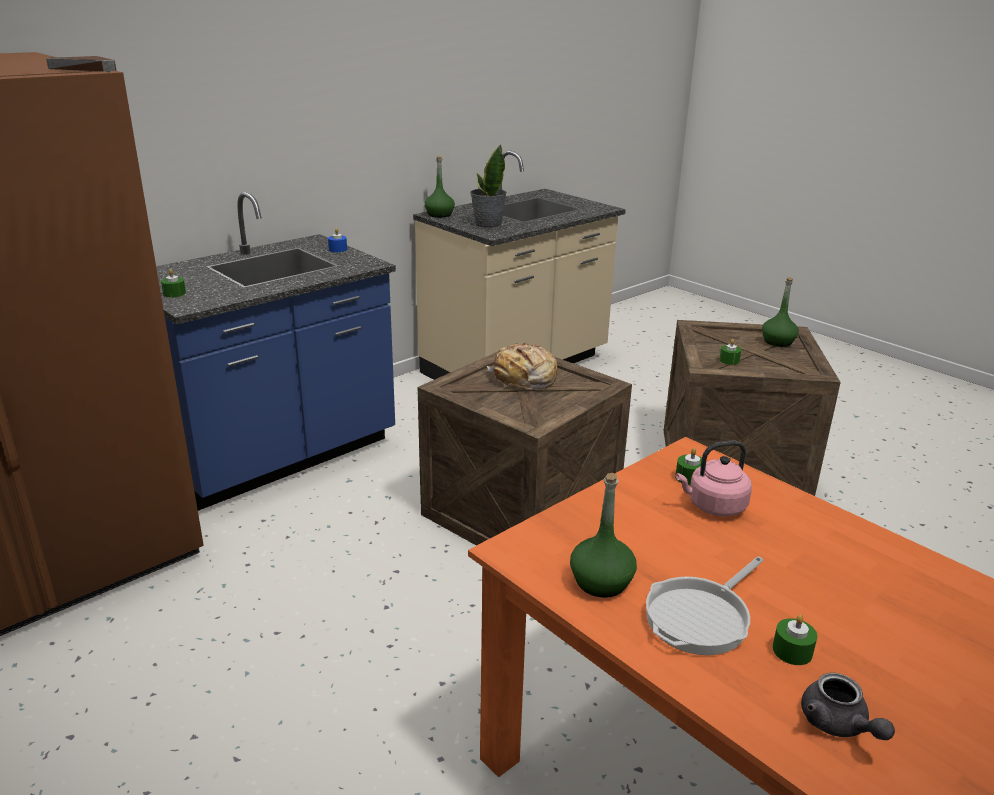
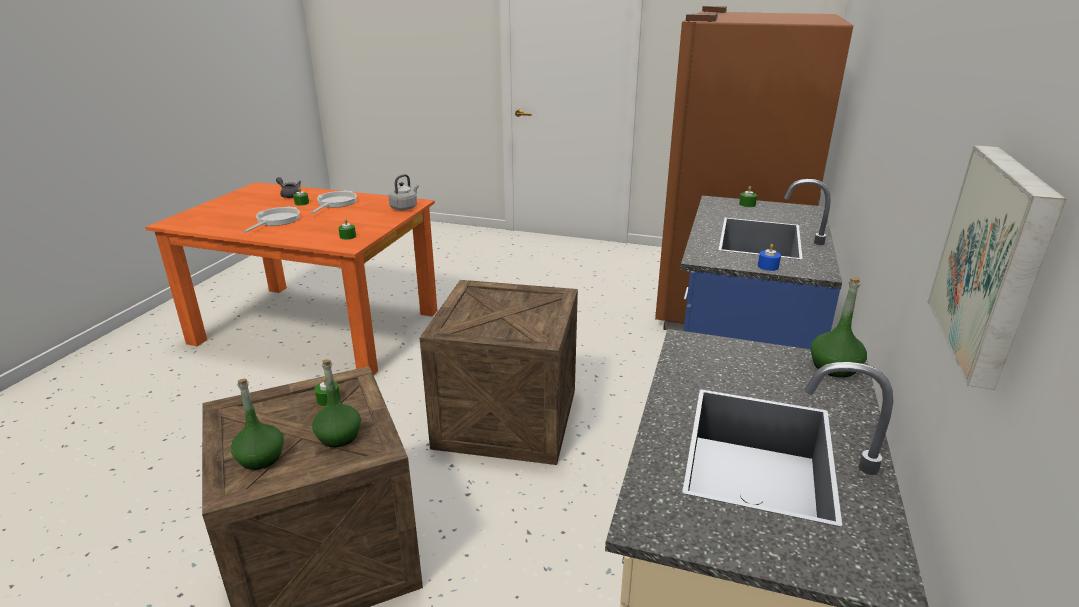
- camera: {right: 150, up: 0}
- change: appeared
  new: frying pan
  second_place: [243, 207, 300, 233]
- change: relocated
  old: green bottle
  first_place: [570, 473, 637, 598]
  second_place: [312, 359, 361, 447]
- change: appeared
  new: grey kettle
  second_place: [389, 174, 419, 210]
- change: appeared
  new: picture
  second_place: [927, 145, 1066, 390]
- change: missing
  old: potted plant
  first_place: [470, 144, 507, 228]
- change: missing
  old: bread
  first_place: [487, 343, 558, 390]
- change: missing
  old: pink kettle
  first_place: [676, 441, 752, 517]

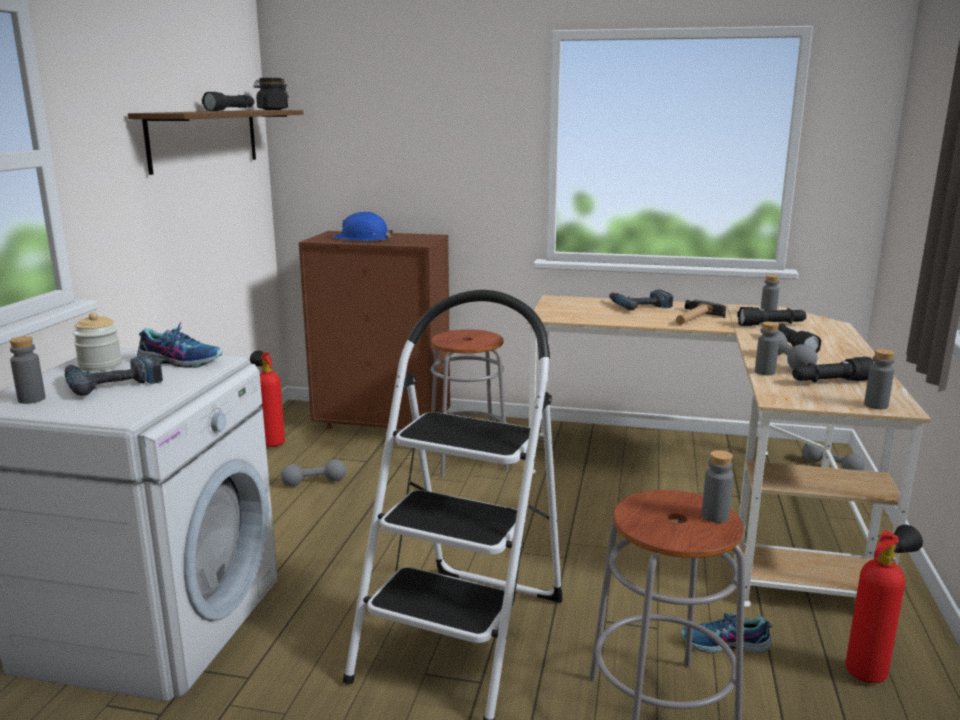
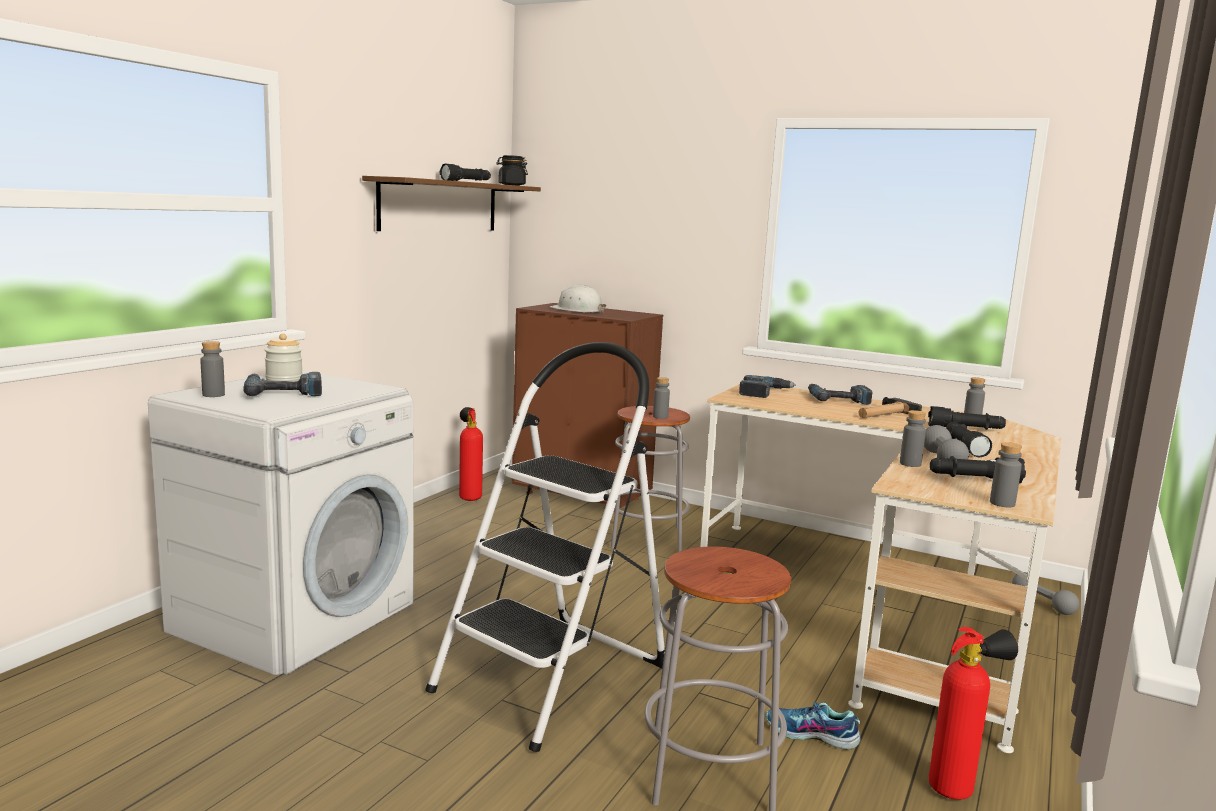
- camera: {right: 15, up: -5}
- change: colour
  old: blue hard hat
  new: white hard hat
  first_place: [333, 212, 393, 241]
  second_place: [550, 285, 606, 313]
- change: relocated
  old: grey bottle
  first_place: [702, 450, 733, 523]
  second_place: [653, 377, 670, 419]
- change: appeared
  new: power drill
  second_place: [739, 375, 796, 398]
- change: missing
  old: shoe
  first_place: [137, 321, 222, 368]
- change: missing
  old: grey dumbbell
  first_place: [281, 459, 346, 487]

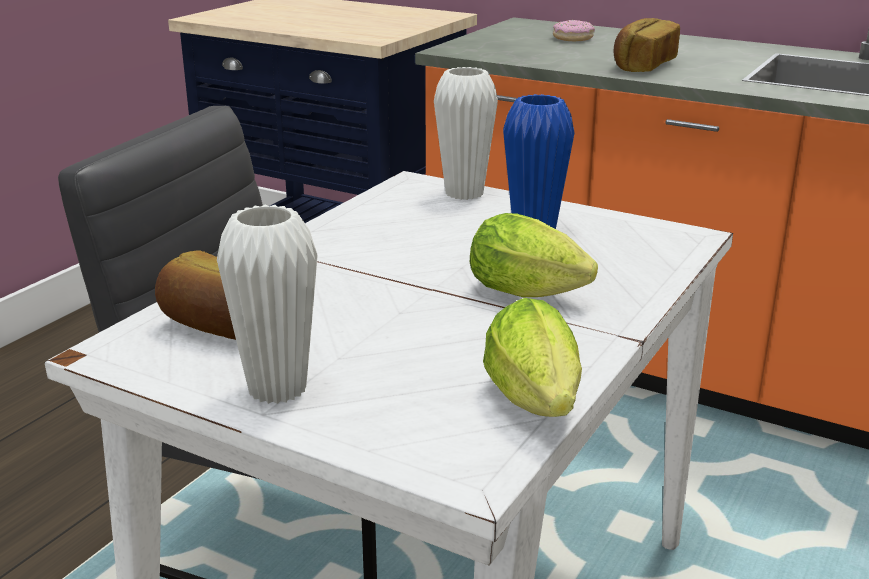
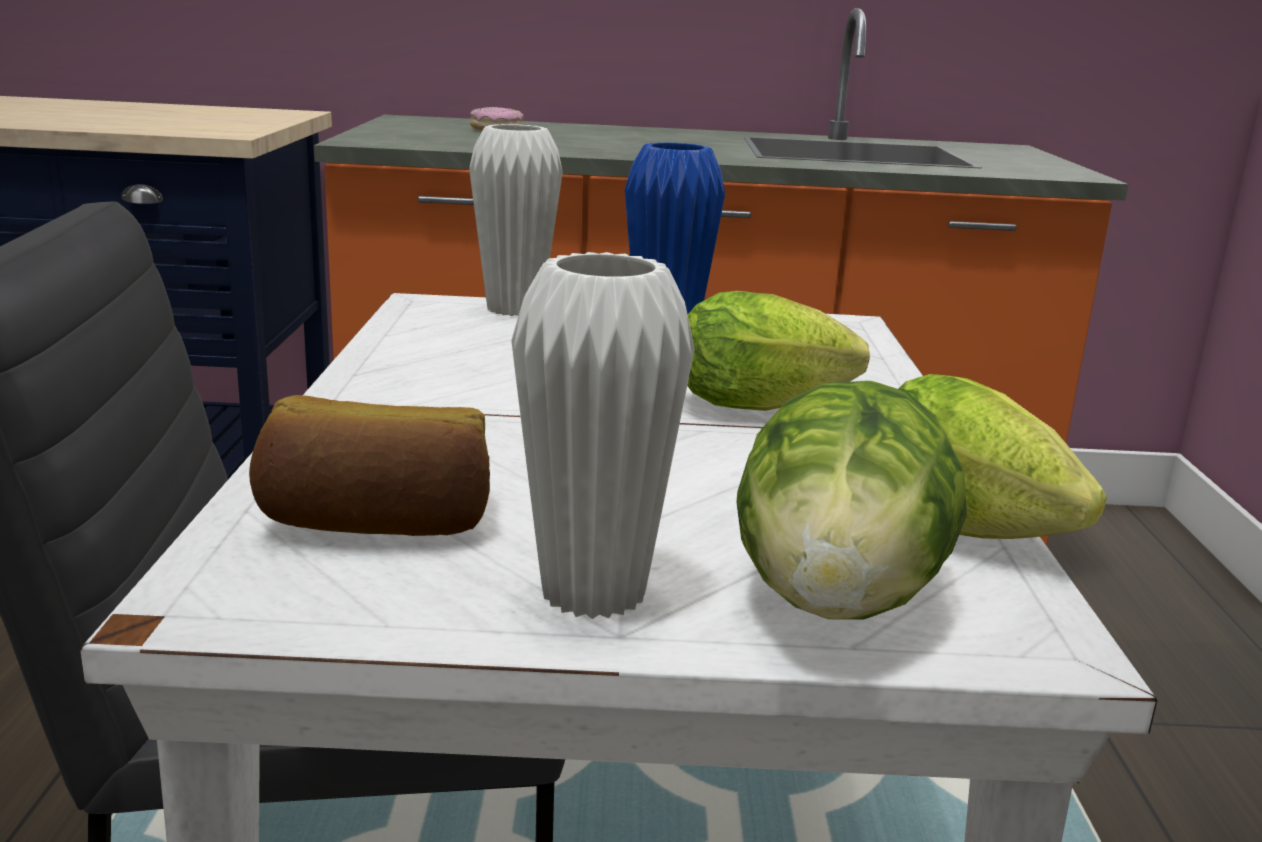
- camera: {right: -30, up: -5}
- change: appeared
  new: lettuce
  second_place: [737, 381, 967, 620]
- change: missing
  old: bread
  first_place: [613, 18, 680, 72]

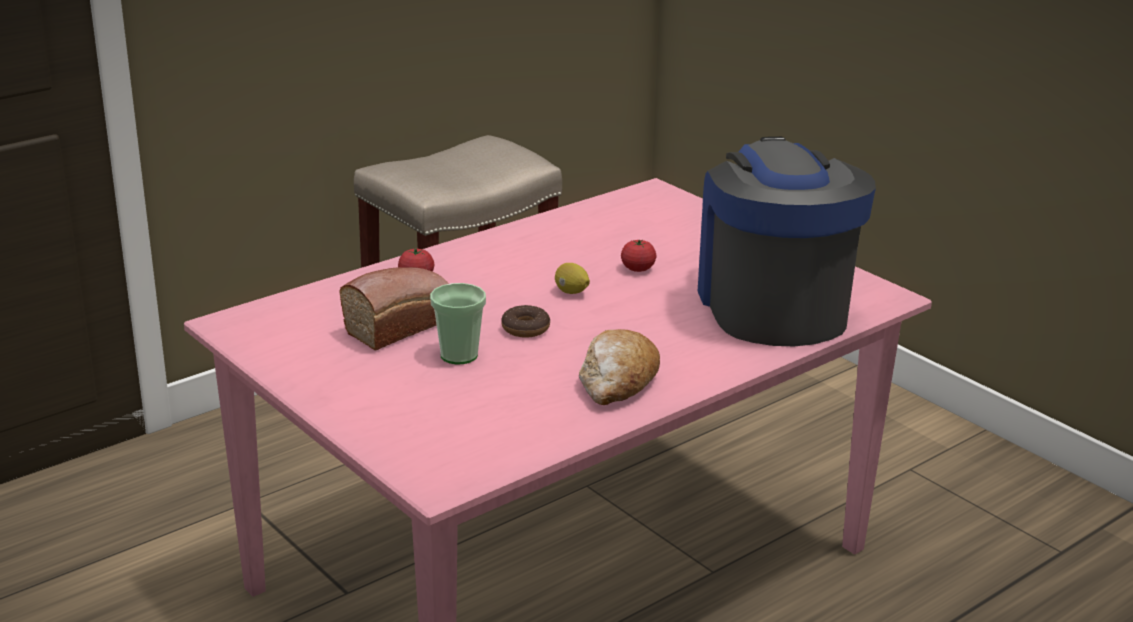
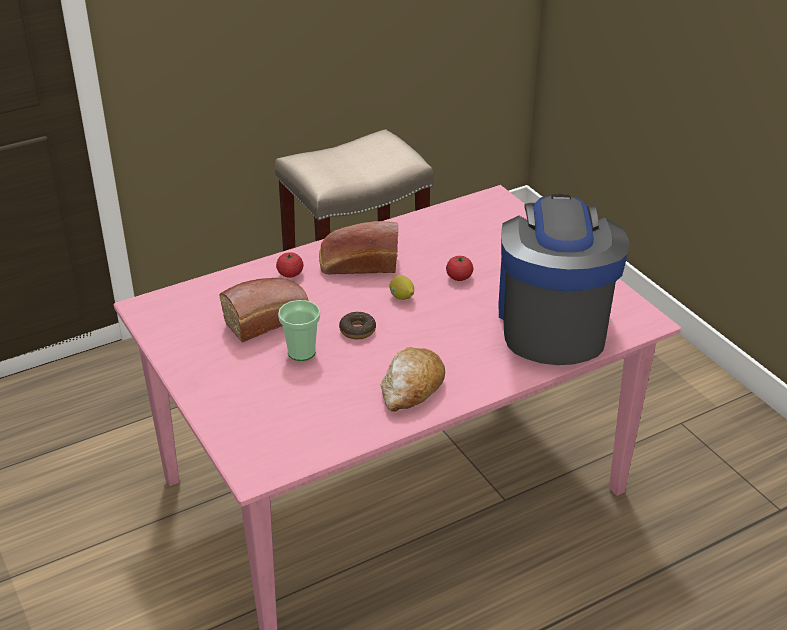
- camera: {right: 10, up: 10}
- change: appeared
  new: bread
  second_place: [319, 221, 398, 274]

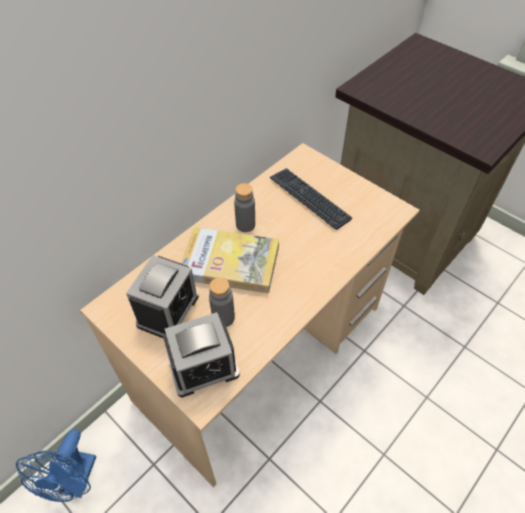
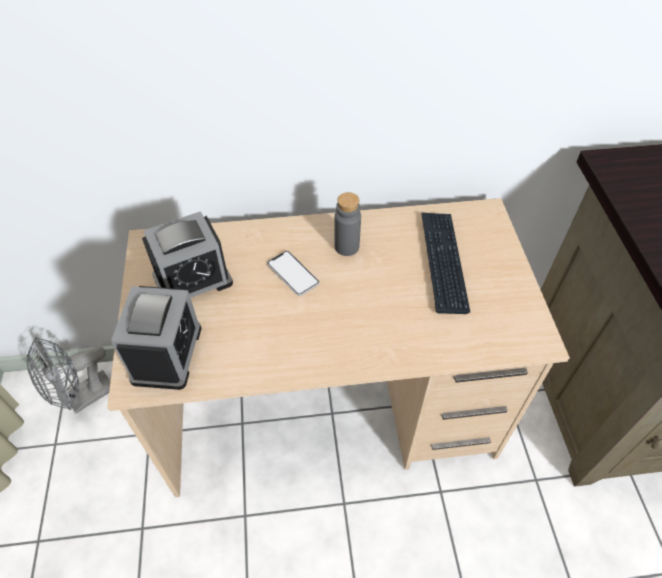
- camera: {right: 40, up: 0}
- change: colour
  old: blue fan
  new: grey fan
  first_place: [16, 429, 96, 502]
  second_place: [27, 337, 110, 413]
- change: spun
  old: alarm clock
  first_place: [163, 312, 240, 398]
  second_place: [111, 286, 201, 390]
  degrees: -105
- change: exchanged
  old: book
  new: phone
  first_place: [181, 227, 279, 293]
  second_place: [267, 251, 319, 296]
- change: missing
  old: grey bottle
  first_place: [209, 277, 235, 327]

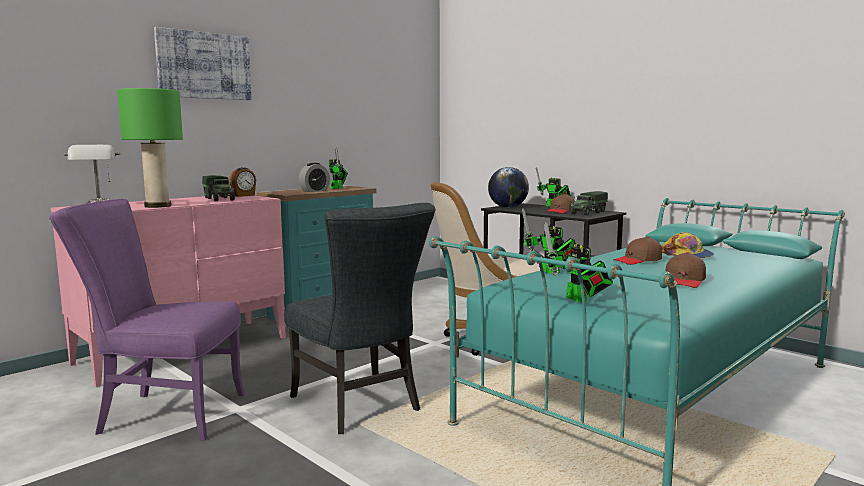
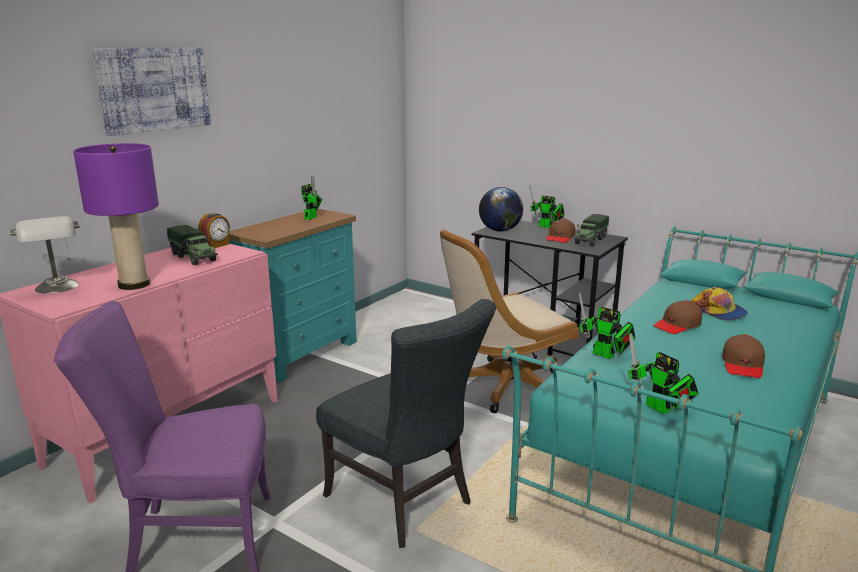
- camera: {right: -10, up: 10}
- change: colour
  old: green table lamp
  new: purple table lamp
  first_place: [117, 88, 183, 208]
  second_place: [73, 143, 159, 290]
- change: missing
  old: alarm clock
  first_place: [299, 163, 330, 192]

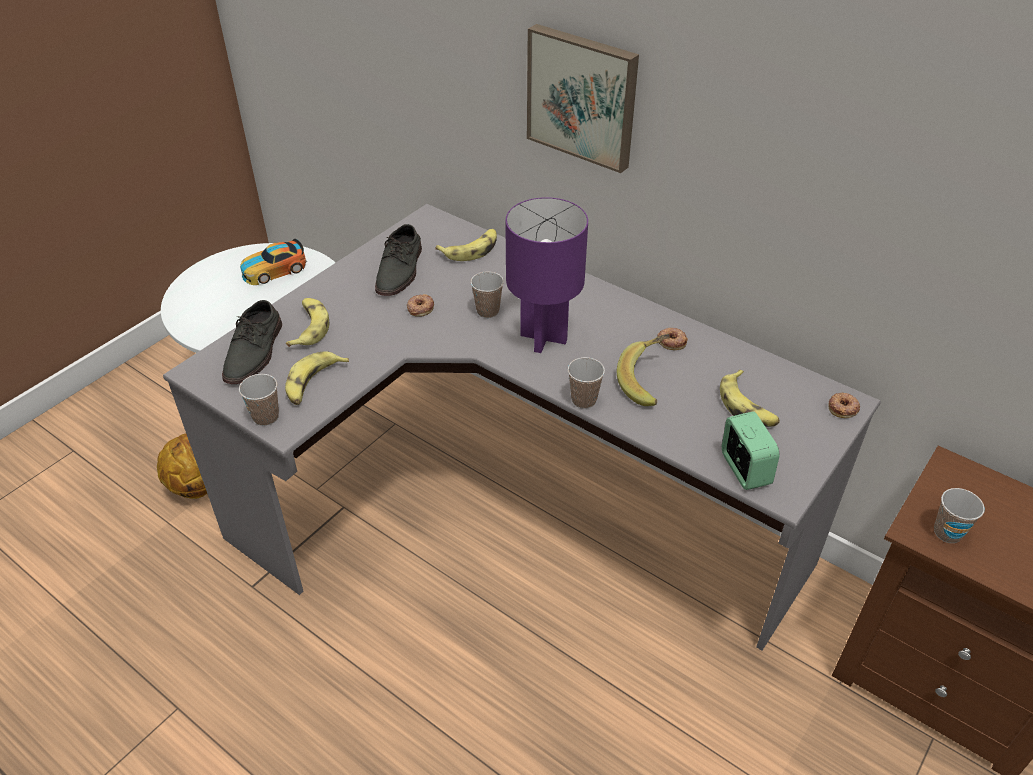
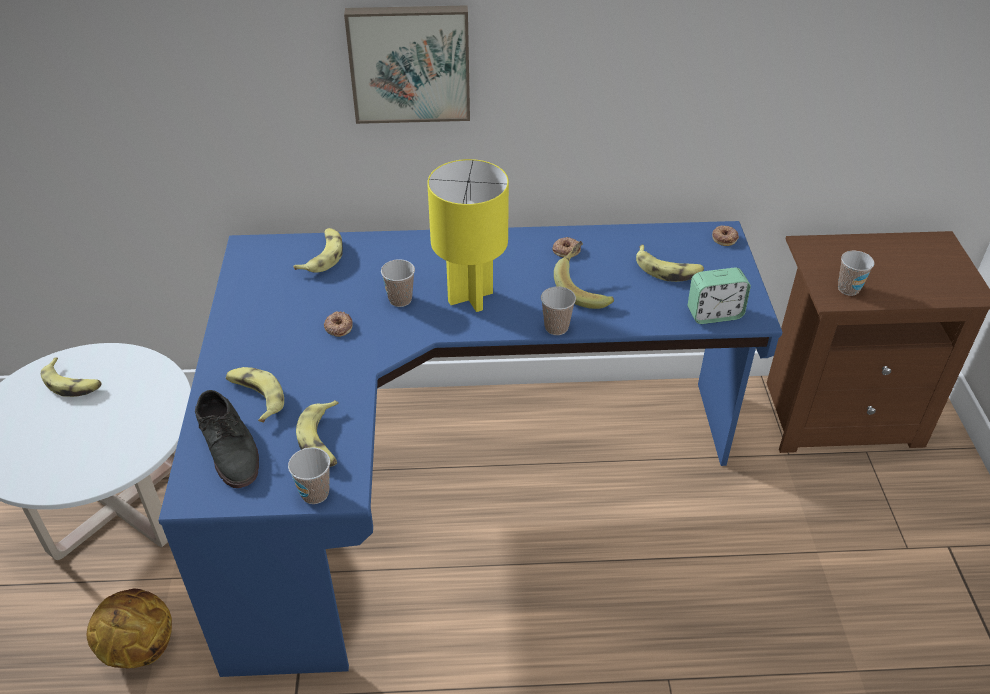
- camera: {right: -40, up: 0}
- change: exchanged
  old: toy car
  new: banana
  first_place: [240, 239, 307, 285]
  second_place: [41, 358, 102, 397]
- change: colour
  old: grey desk
  new: blue desk
  first_place: [163, 204, 881, 651]
  second_place: [158, 221, 783, 677]
- change: colour
  old: purple table lamp
  new: yellow table lamp
  first_place: [505, 197, 588, 353]
  second_place: [427, 159, 509, 312]
- change: spun
  old: alarm clock
  first_place: [722, 411, 780, 490]
  second_place: [688, 268, 751, 324]
  degrees: 135
- change: missing
  old: grey shoe
  first_place: [375, 224, 422, 296]

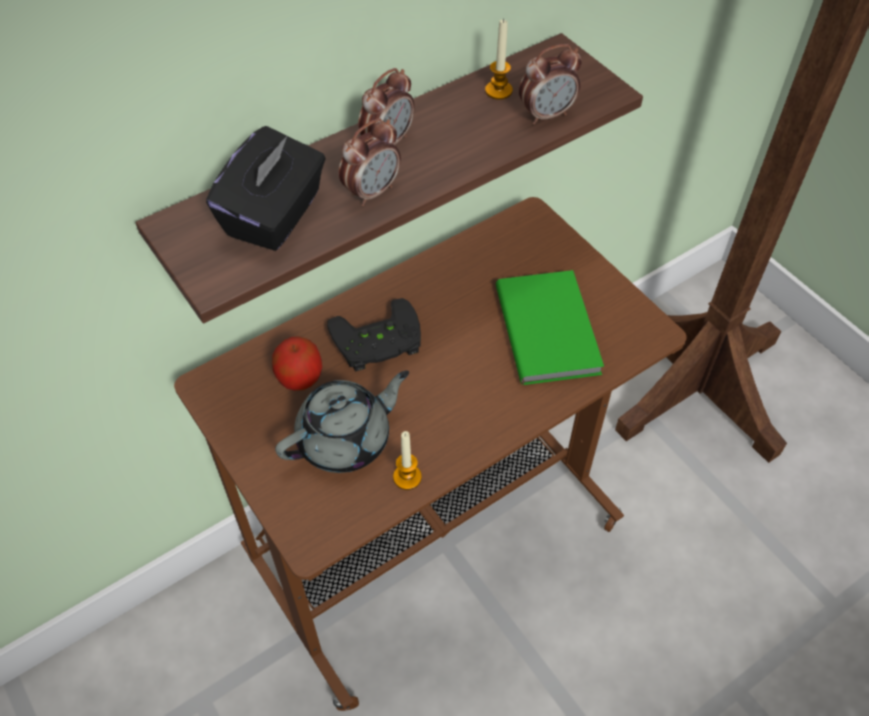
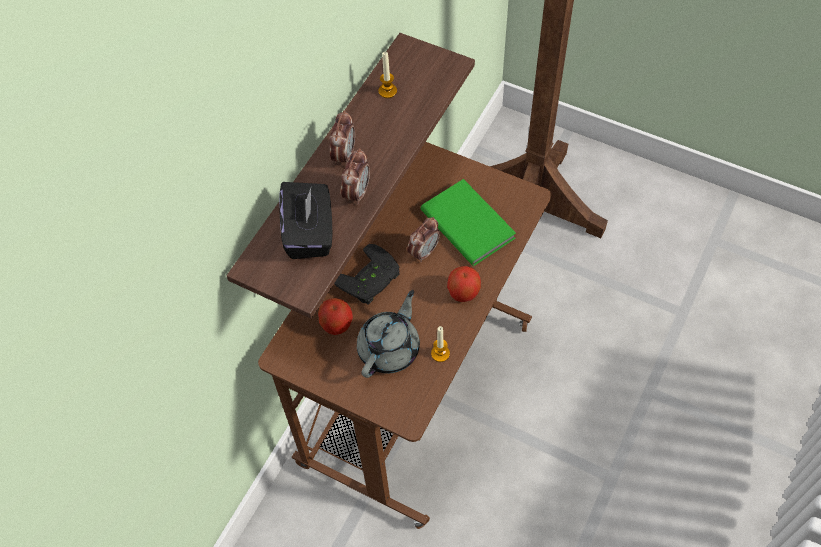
- camera: {right: -25, up: 5}
- change: relocated
  old: alarm clock
  first_place: [519, 44, 582, 124]
  second_place: [407, 217, 440, 263]
- change: appeared
  new: apple
  second_place: [447, 266, 481, 302]

